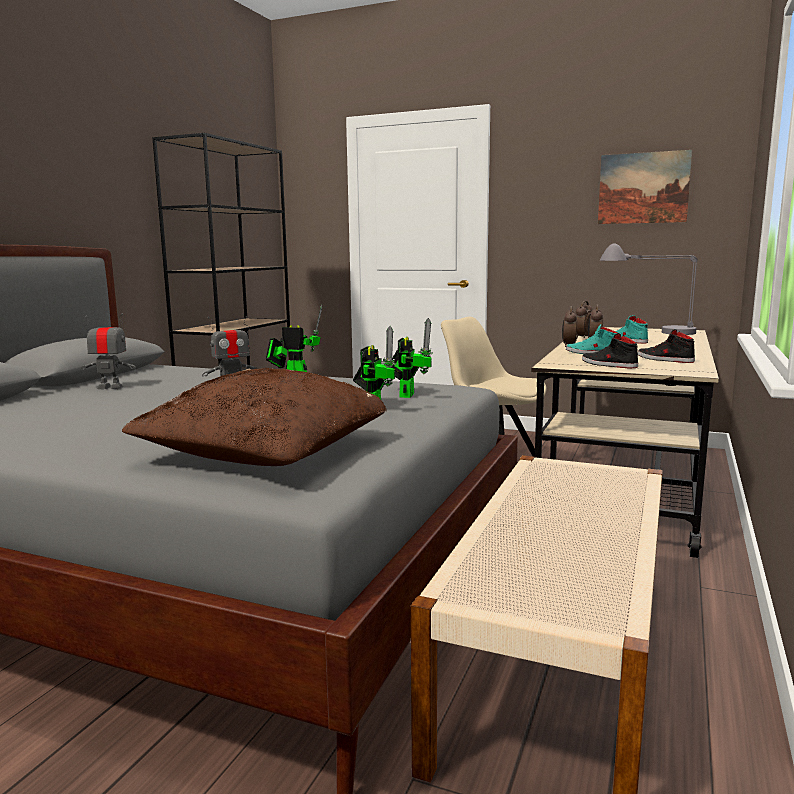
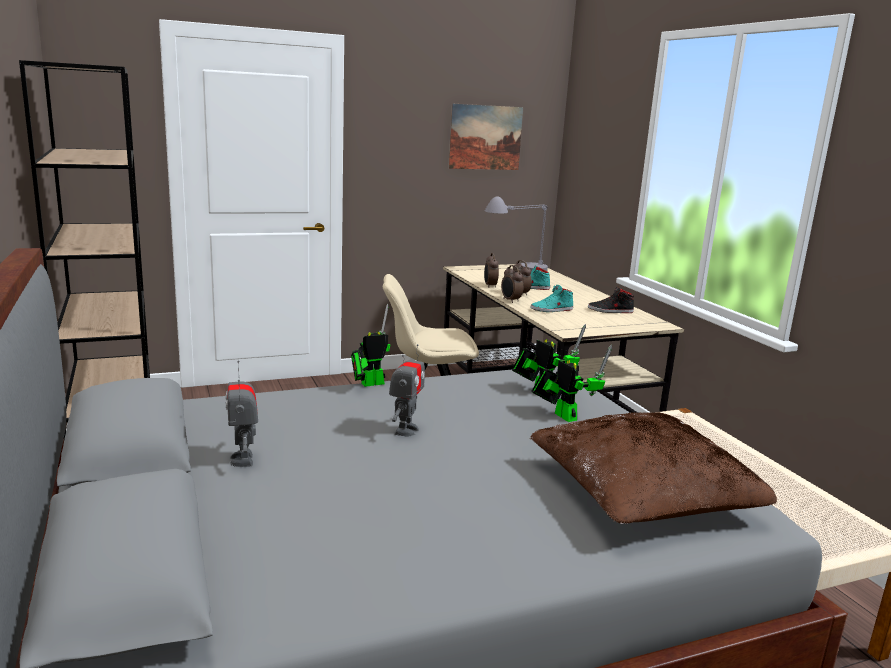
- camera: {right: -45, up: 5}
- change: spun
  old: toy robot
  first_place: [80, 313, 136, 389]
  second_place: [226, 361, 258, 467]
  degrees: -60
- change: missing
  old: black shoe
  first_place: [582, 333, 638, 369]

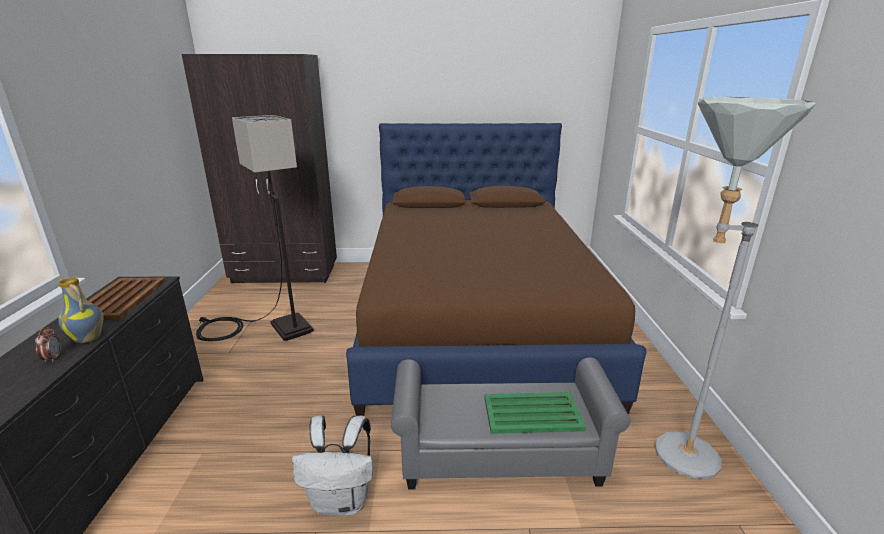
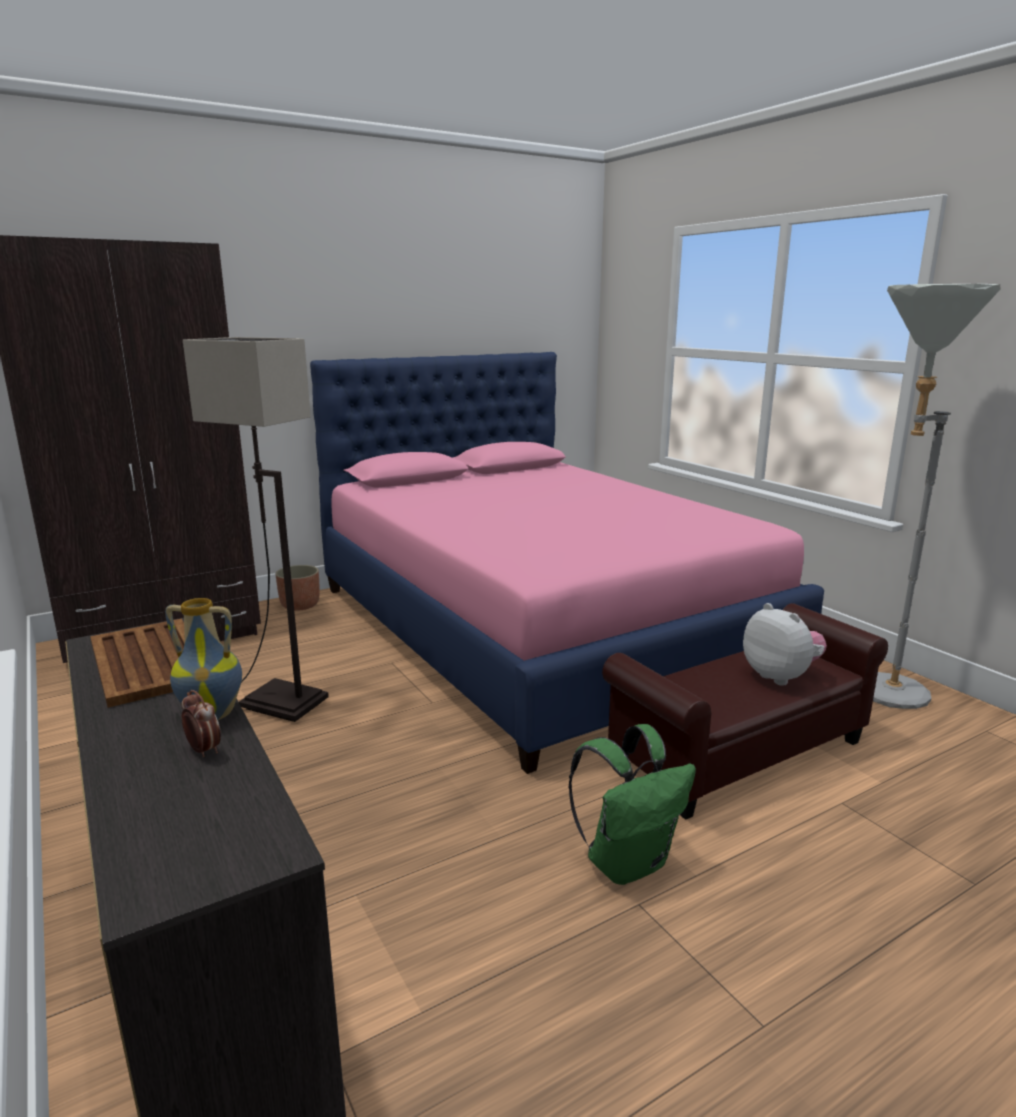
- camera: {right: -30, up: -5}
- change: appeared
  new: planter
  second_place: [275, 565, 320, 611]
- change: colour
  old: brown bed
  new: pink bed
  first_place: [346, 123, 646, 416]
  second_place: [310, 352, 824, 774]
- change: colour
  old: white backpack
  new: green backpack
  first_place: [292, 416, 373, 516]
  second_place: [569, 724, 696, 885]
- change: colour
  old: grey ottoman
  new: brown ottoman
  first_place: [391, 358, 631, 489]
  second_place: [602, 603, 888, 820]
- change: exchanged
  old: green tray
  new: plush toy
  first_place: [484, 392, 586, 434]
  second_place: [743, 603, 827, 686]

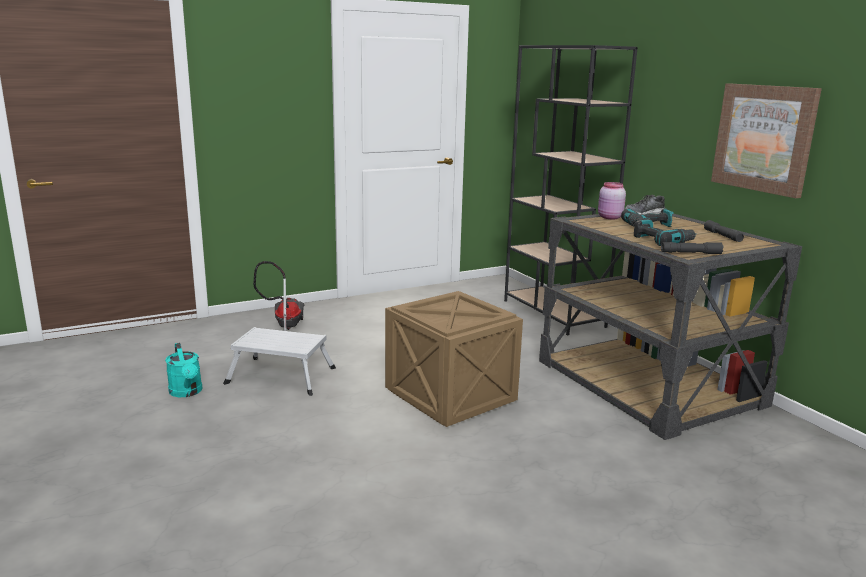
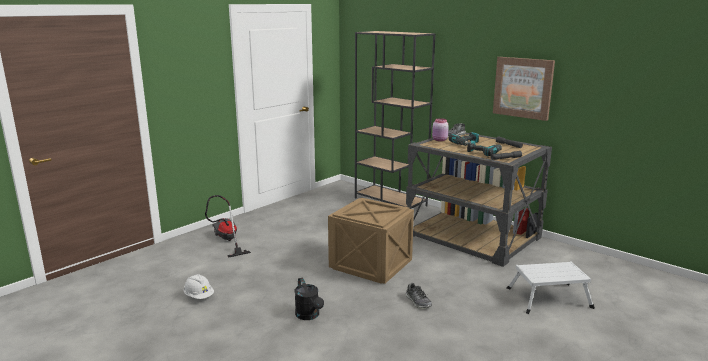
- camera: {right: -20, up: 0}
- change: exchanged
  old: turquoise watering can
  new: white hard hat
  first_place: [165, 343, 202, 397]
  second_place: [184, 274, 214, 299]
- change: appeared
  new: black watering can
  second_place: [294, 278, 324, 320]
- change: appeared
  new: shoe
  second_place: [405, 283, 432, 309]
- change: relocated
  old: white step ladder
  first_place: [223, 327, 336, 396]
  second_place: [507, 261, 595, 314]

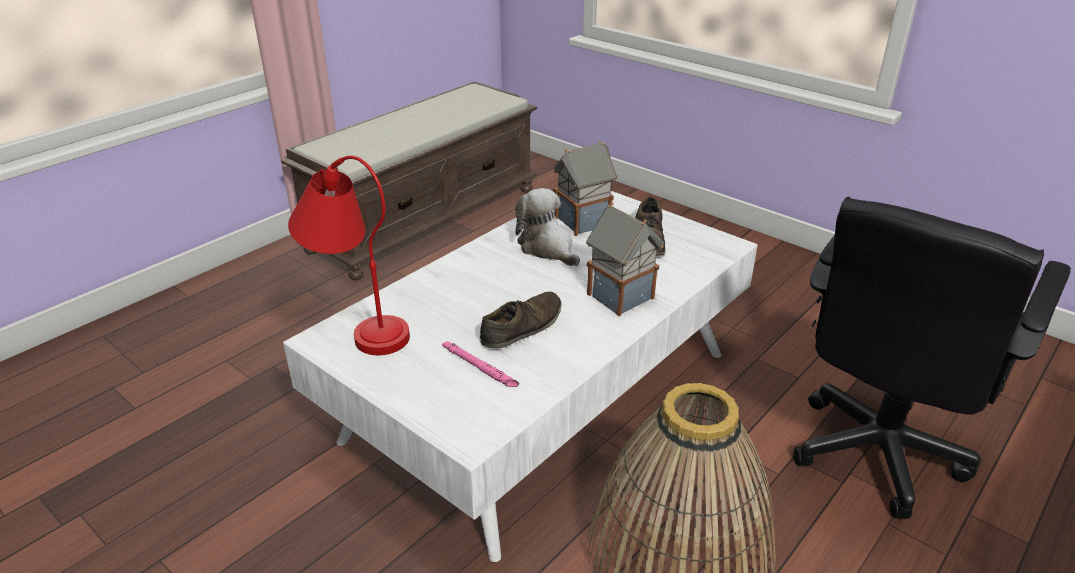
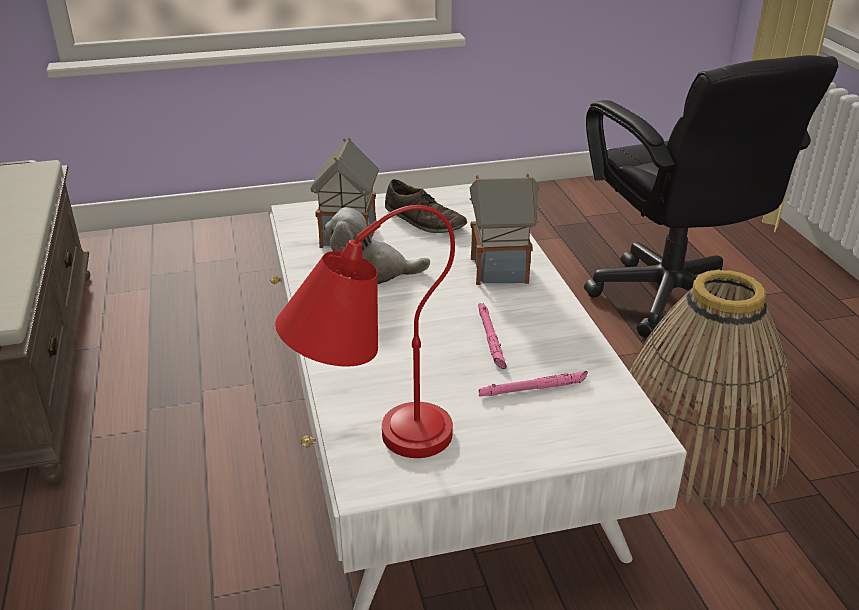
- camera: {right: -55, up: 0}
- change: exchanged
  old: brown shoe
  new: pink flashlight
  first_place: [480, 292, 562, 349]
  second_place: [478, 303, 506, 369]

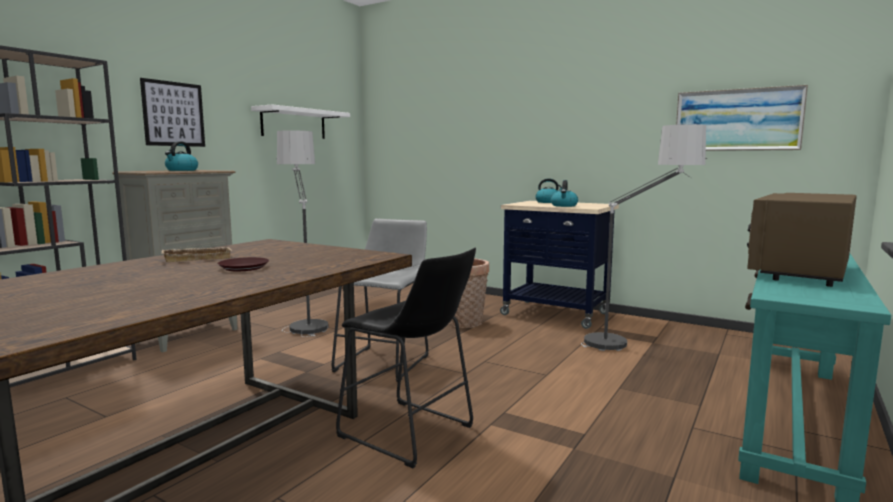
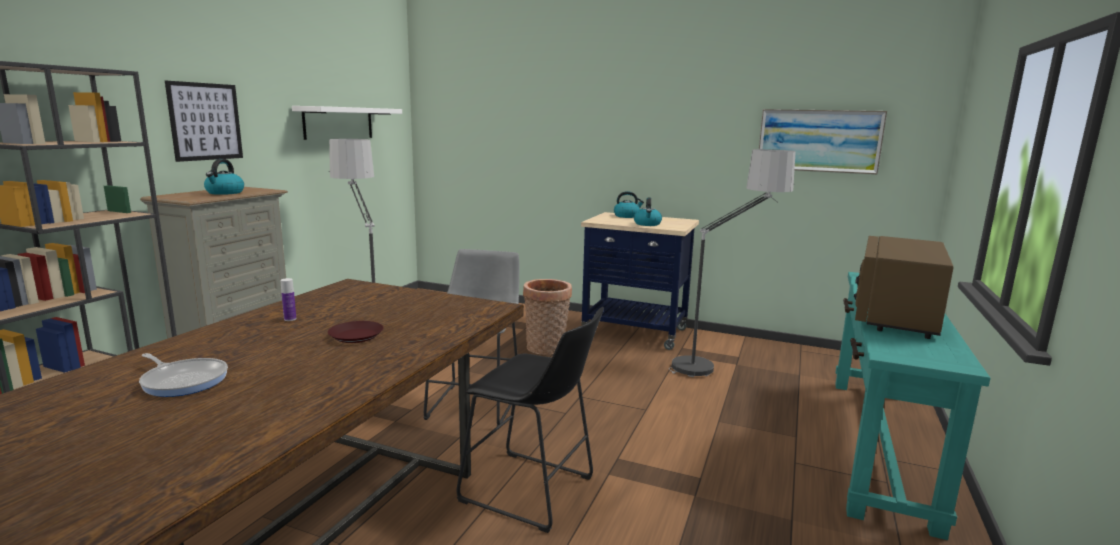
- camera: {right: -10, up: 5}
- change: appeared
  new: frying pan
  second_place: [139, 353, 228, 397]
- change: exchanged
  old: beige tray
  new: bottle
  first_place: [161, 247, 232, 262]
  second_place: [281, 278, 296, 321]

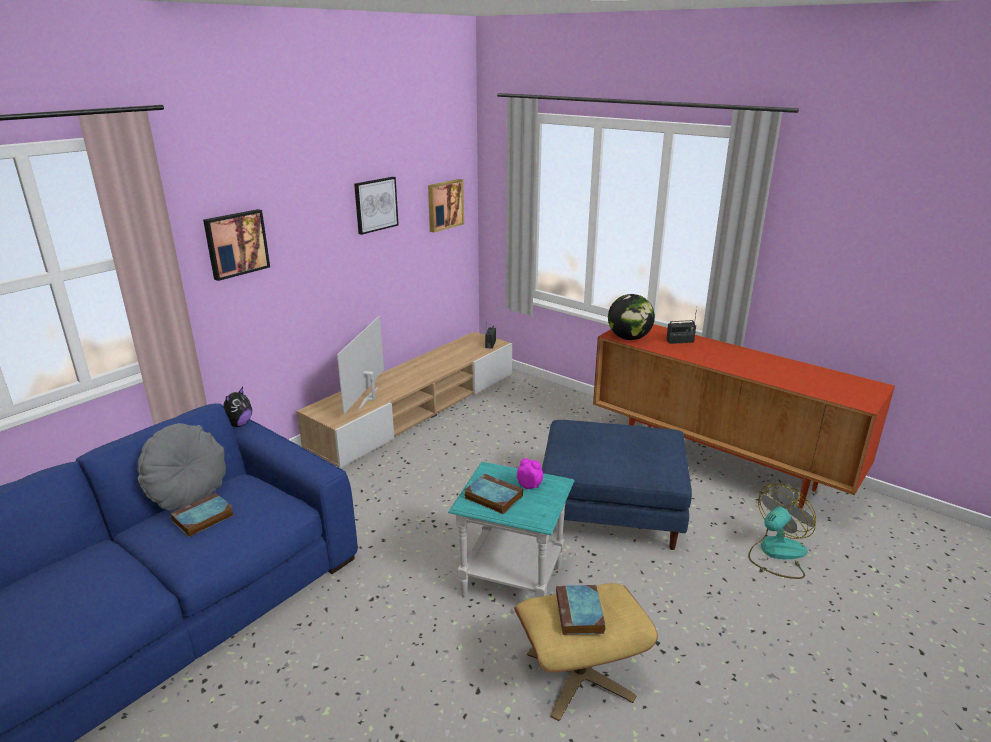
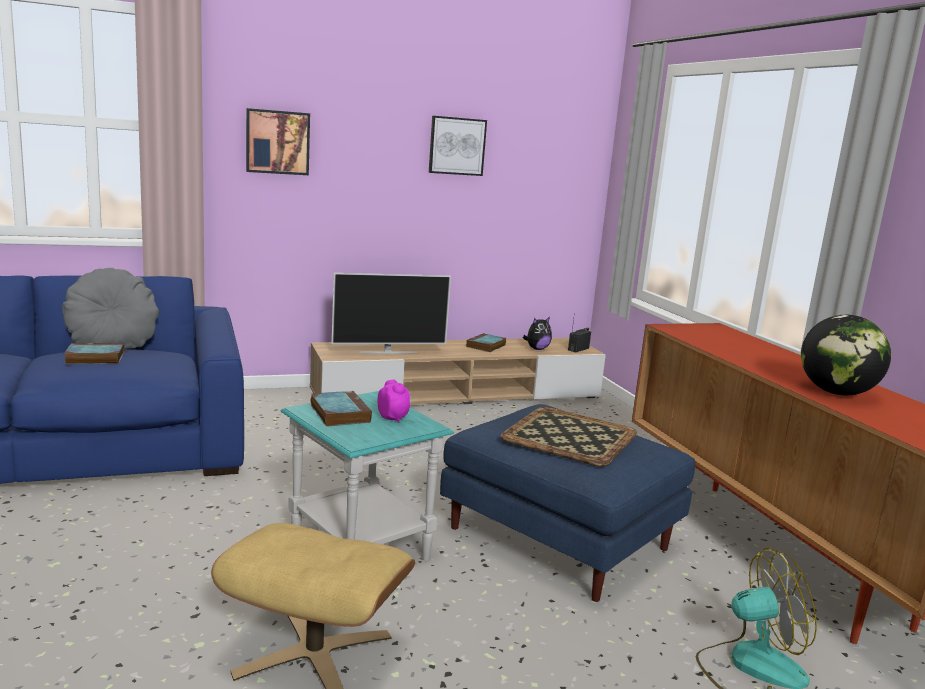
- camera: {right: 30, up: -10}
- change: spun
  old: television
  first_place: [337, 316, 384, 414]
  second_place: [331, 273, 451, 354]
  degrees: -150
- change: relocated
  old: book
  first_place: [556, 585, 605, 635]
  second_place: [466, 333, 506, 352]
- change: appeared
  new: tray
  second_place: [500, 407, 637, 467]
- change: relocated
  old: plush toy
  first_place: [223, 387, 252, 427]
  second_place: [523, 317, 552, 350]
- change: relocated
  old: globe
  first_place: [608, 294, 655, 340]
  second_place: [801, 315, 891, 395]
- change: missing
  old: picture
  first_place: [428, 179, 464, 232]
- change: missing
  old: radio
  first_place: [666, 308, 697, 344]

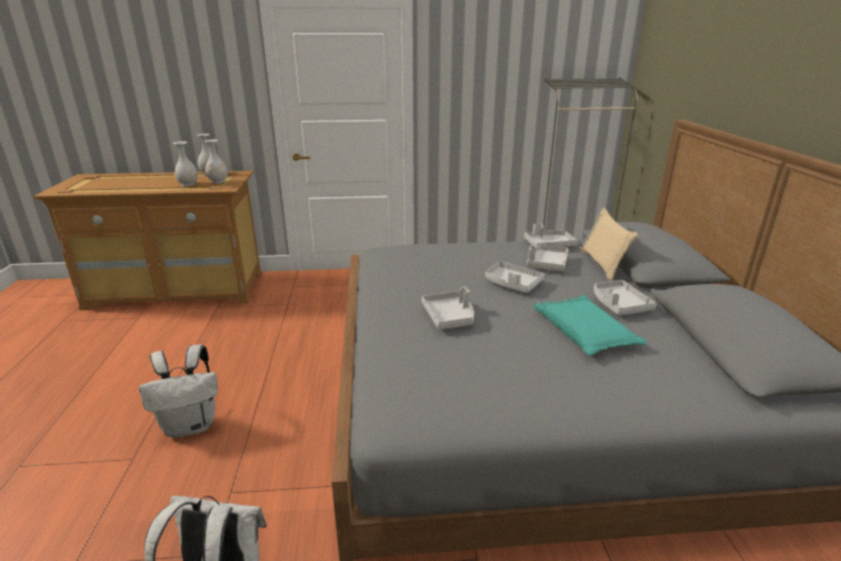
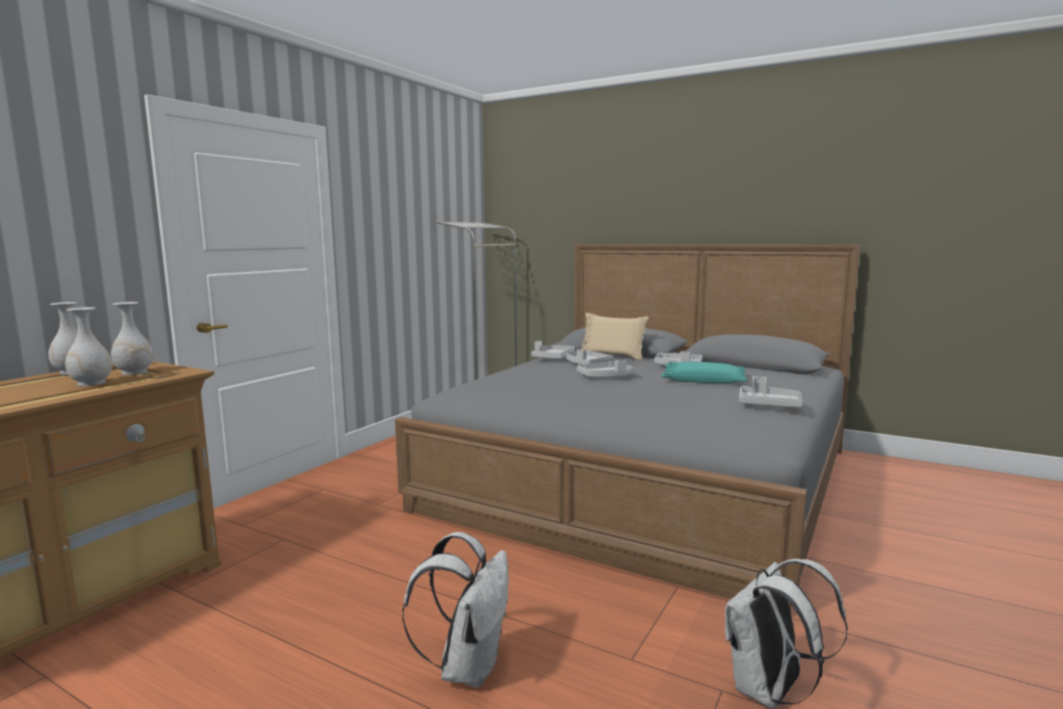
- camera: {right: -55, up: -15}
- change: relocated
  old: grey tray
  first_place: [421, 287, 474, 329]
  second_place: [739, 376, 803, 408]

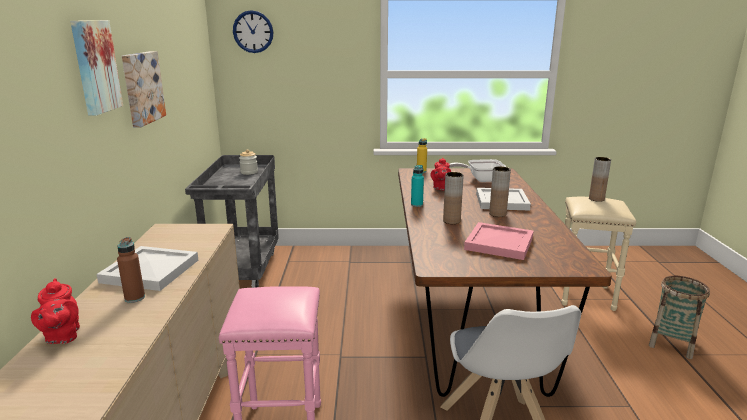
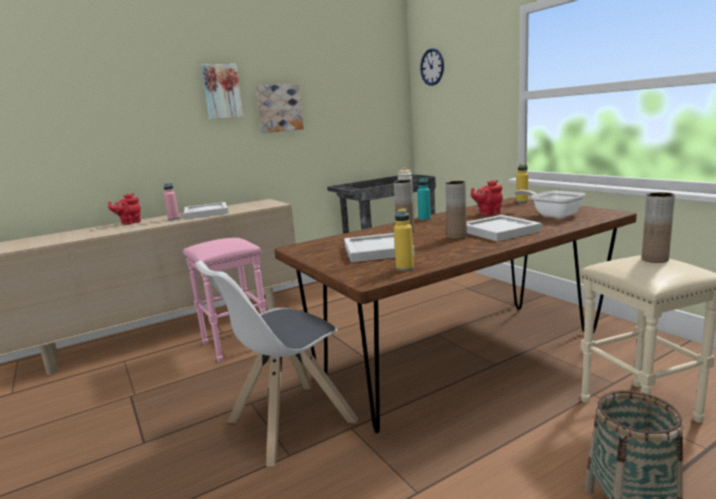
- camera: {right: 60, up: -5}
- change: colour
  old: brown bottle
  new: pink bottle
  first_place: [117, 237, 145, 303]
  second_place: [163, 182, 179, 220]
- change: colour
  old: pink tray
  new: white tray
  first_place: [464, 222, 534, 260]
  second_place: [344, 233, 415, 262]
- change: appeared
  new: yellow bottle
  second_place: [394, 208, 414, 271]

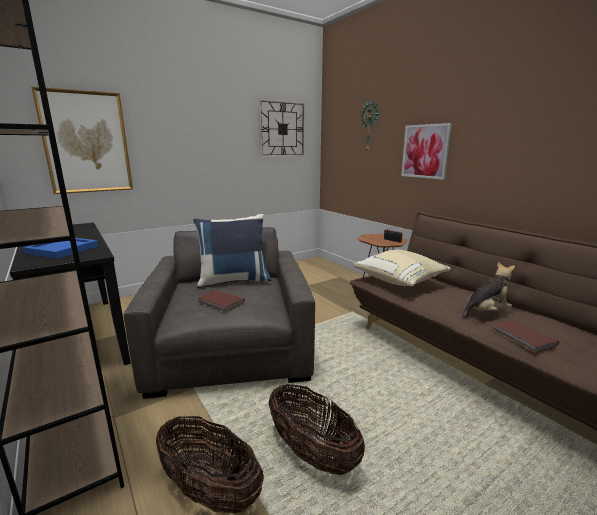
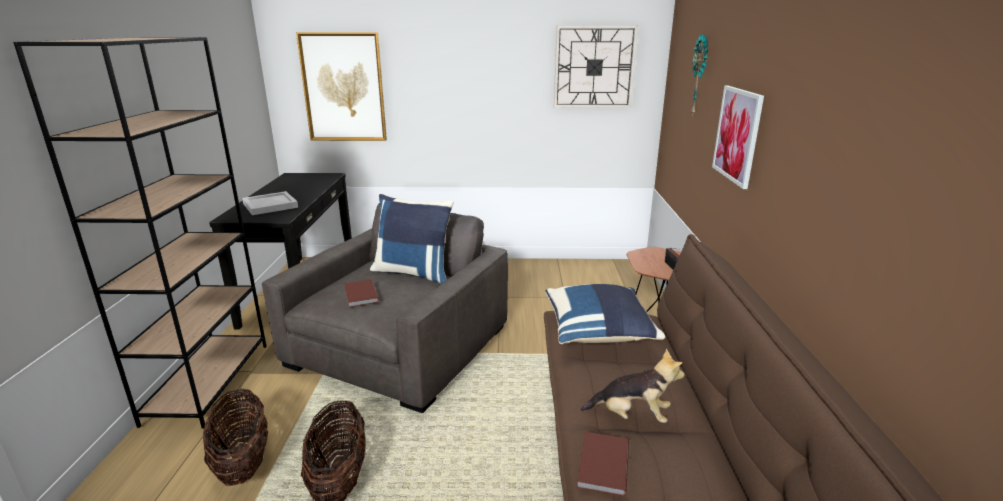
- camera: {right: 35, up: 5}
- change: colour
  old: blue tray
  new: white tray
  first_place: [23, 238, 98, 259]
  second_place: [242, 191, 298, 215]
- change: colour
  old: beige pillow
  new: blue pillow
  first_place: [354, 250, 451, 286]
  second_place: [545, 284, 665, 344]

